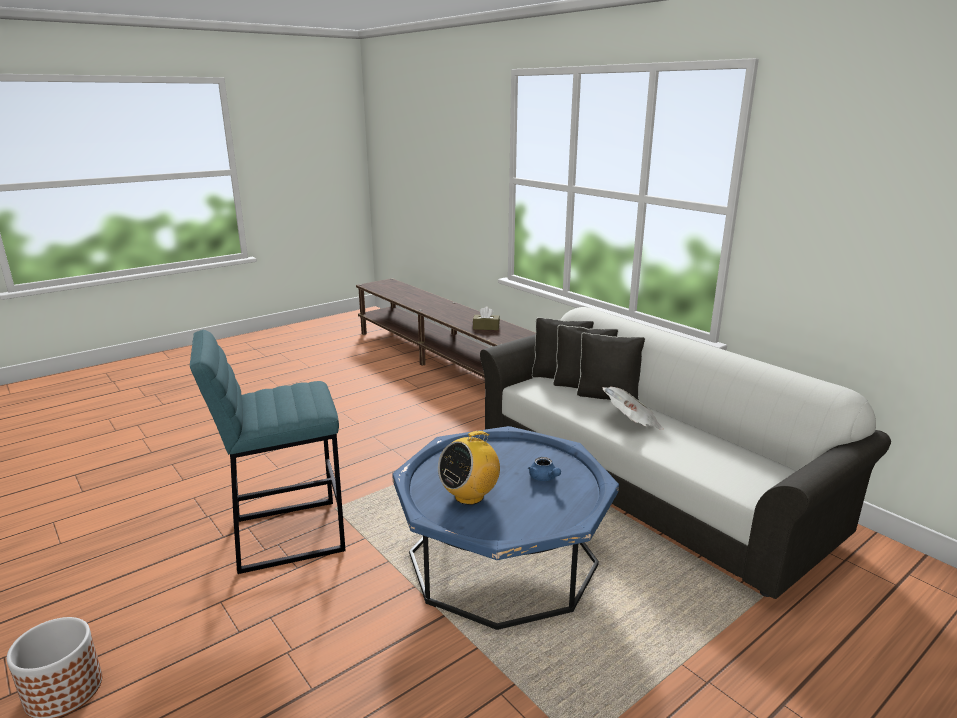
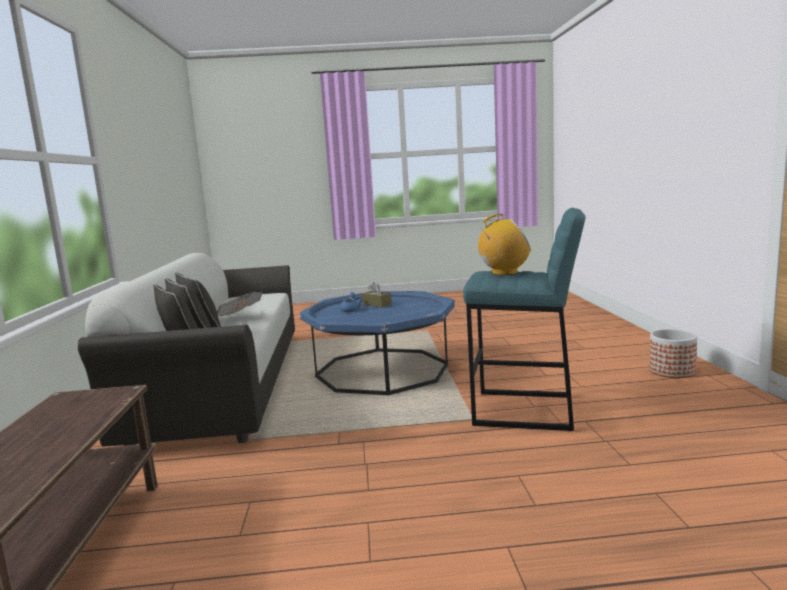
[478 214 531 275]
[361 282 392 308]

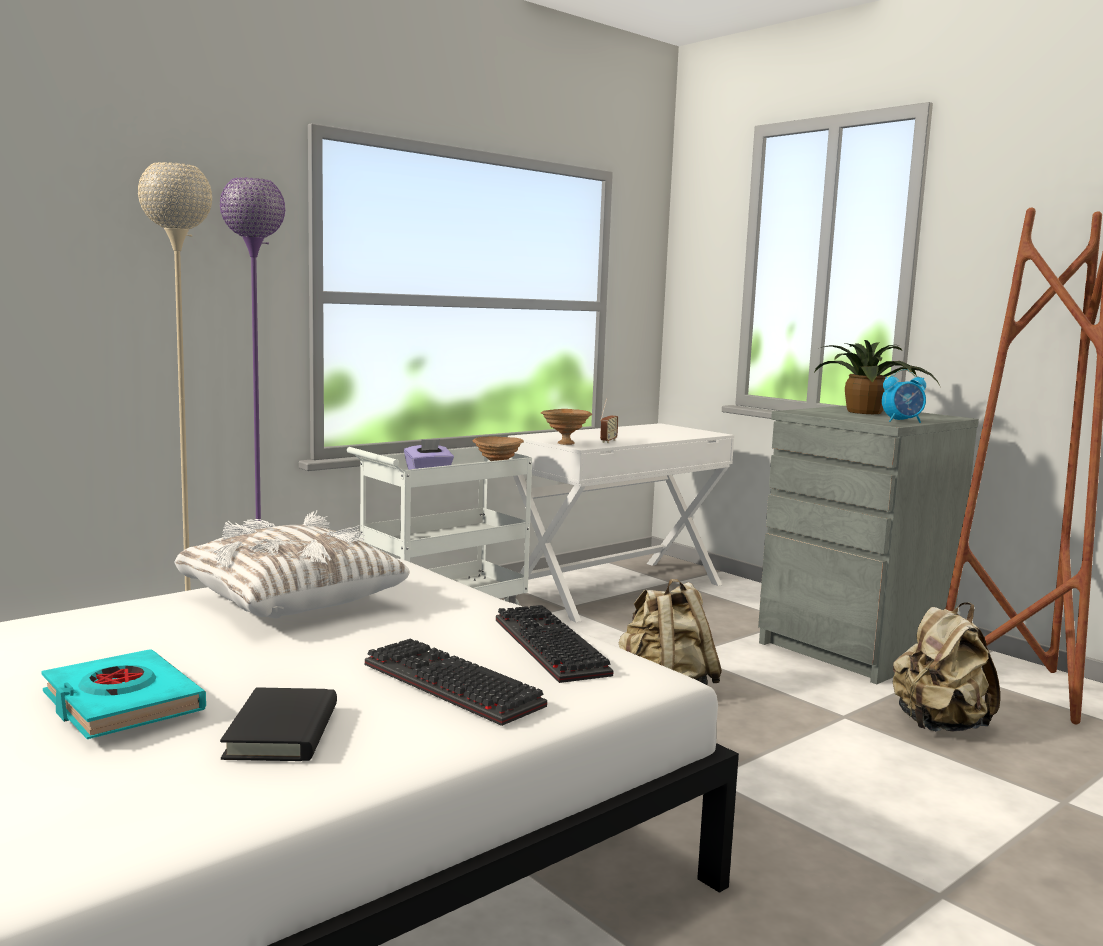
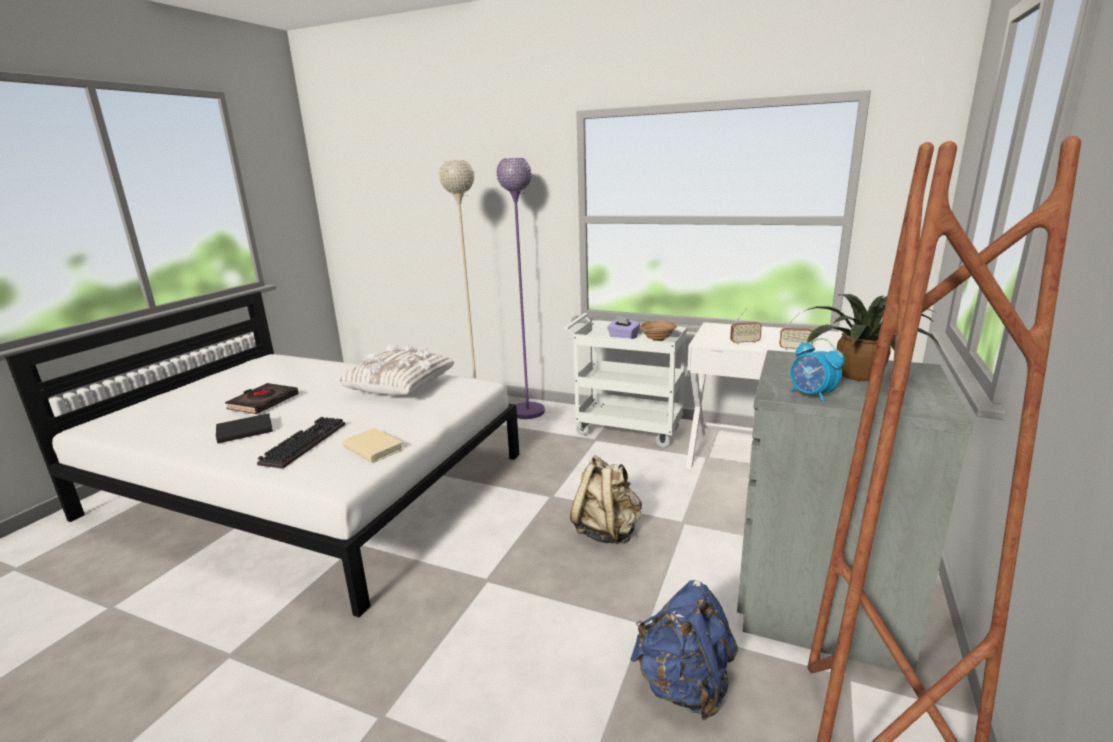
[225 383 299 414]
[343 428 404 463]
[541 409 592 445] (first image)
[630 580 738 720]
[779 313 813 350]

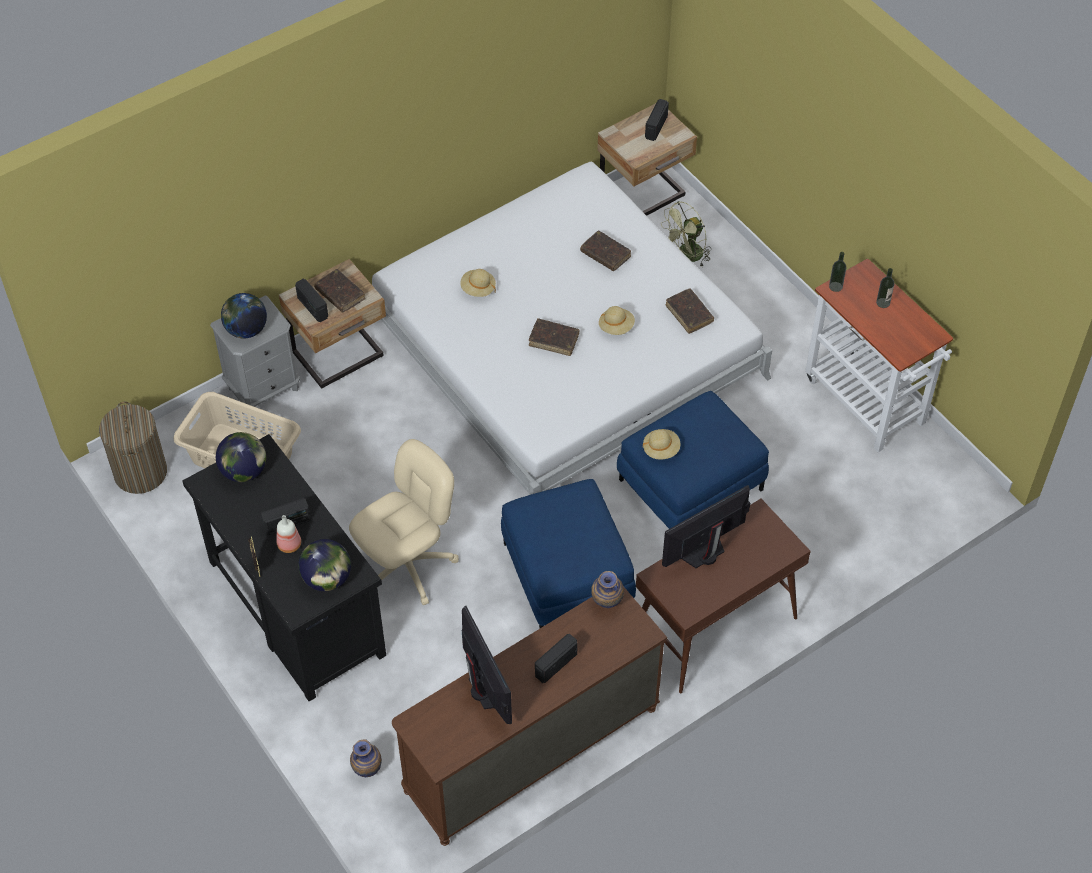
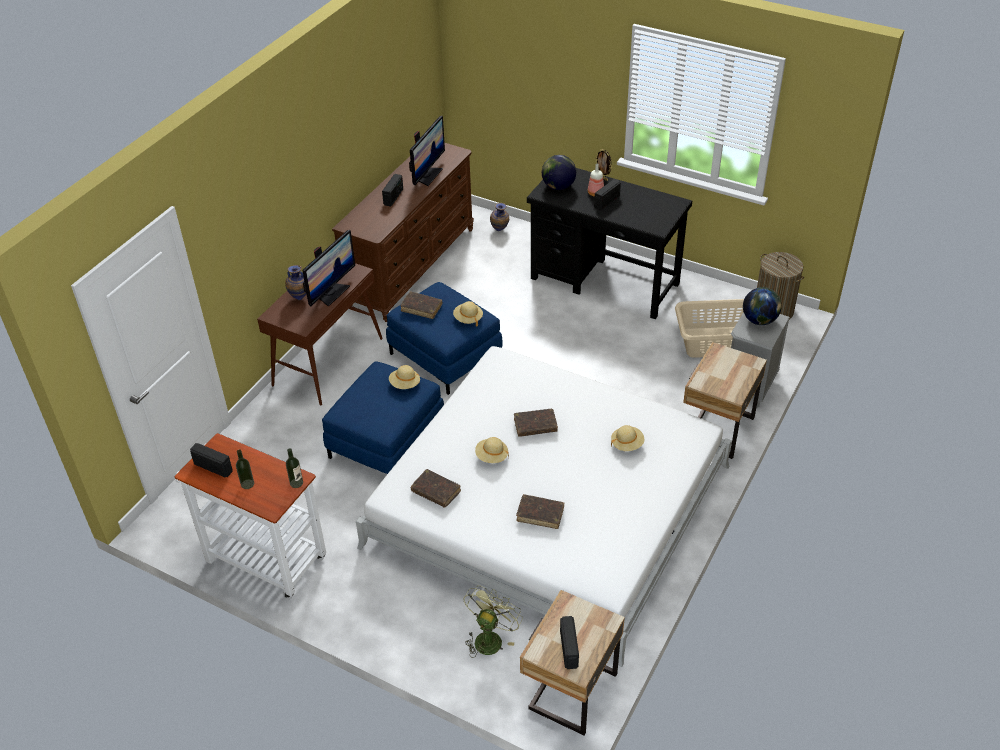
[216 432 266 482] (first image)
[190 443 233 477]
[400 291 442 319]
[349 439 459 605] (first image)
[409 116 445 186]
[285 265 307 300]
[453 301 483 327]

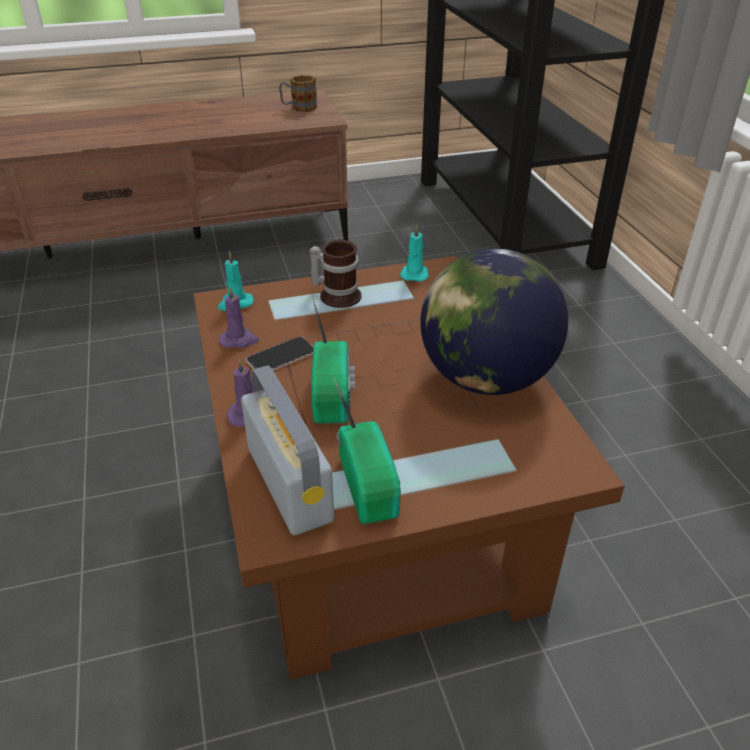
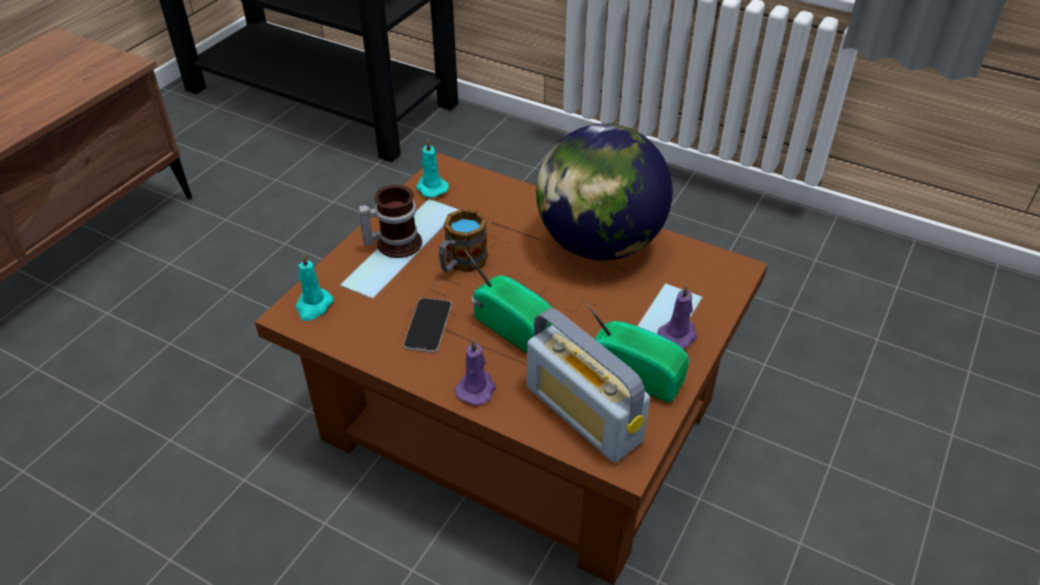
[658 284 697 349]
[527 308 650 463]
[439 209 488 272]

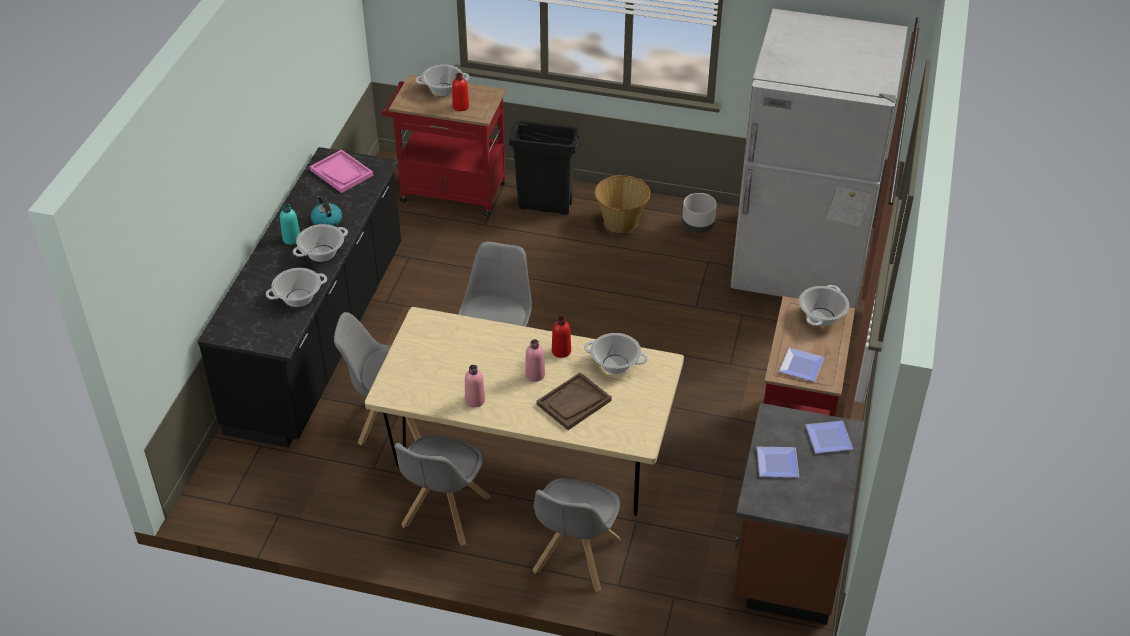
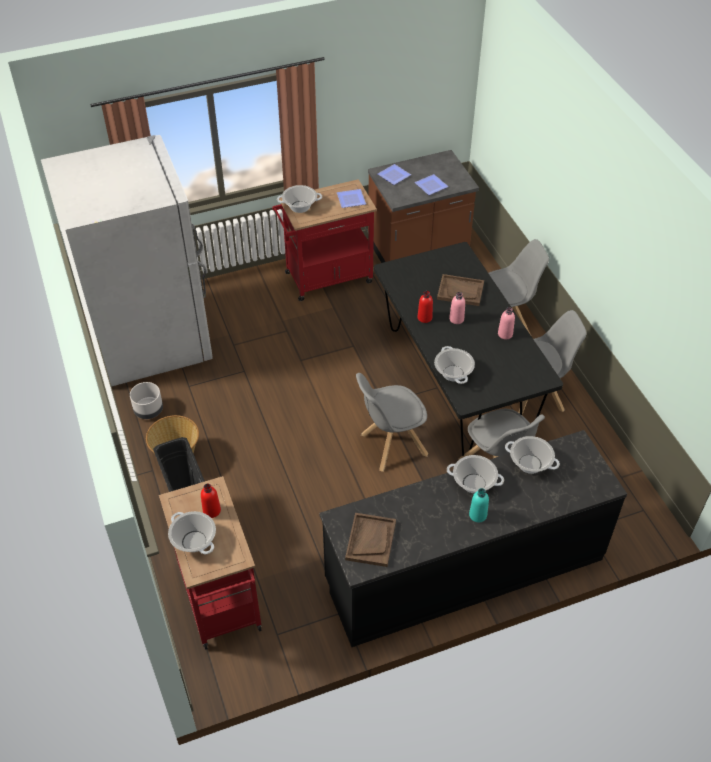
[345 513 396 567]
[311 195 342 227] (first image)
[374 242 563 456]
[434 346 475 384]

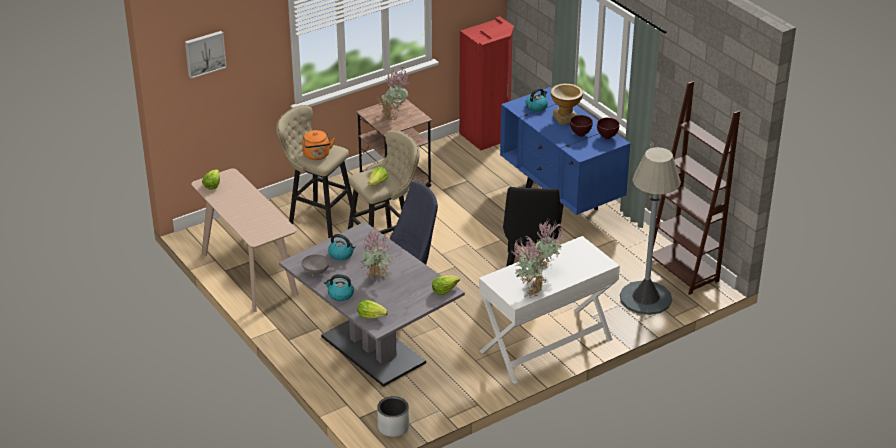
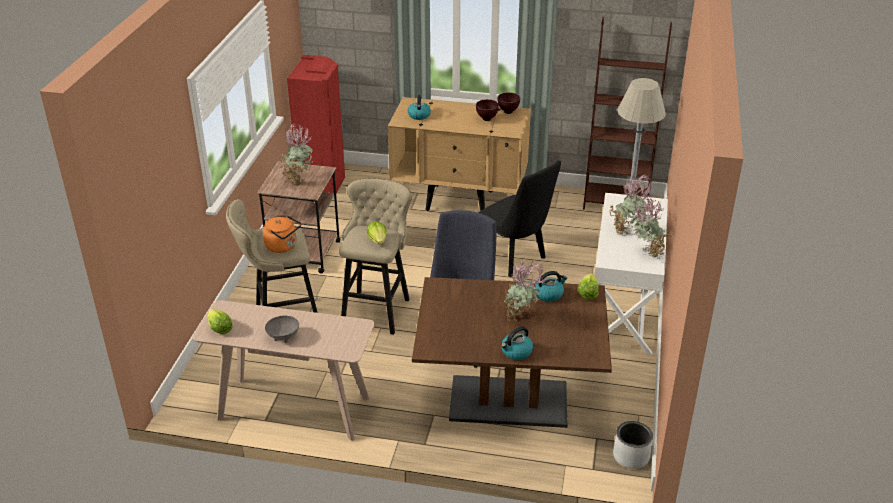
[185 31 227 78] (first image)
[412 277 612 428]
[265 315 299 343]
[535 271 567 302]
[358 300 388 319] (first image)
[388 97 531 211]
[550 83 583 125] (first image)

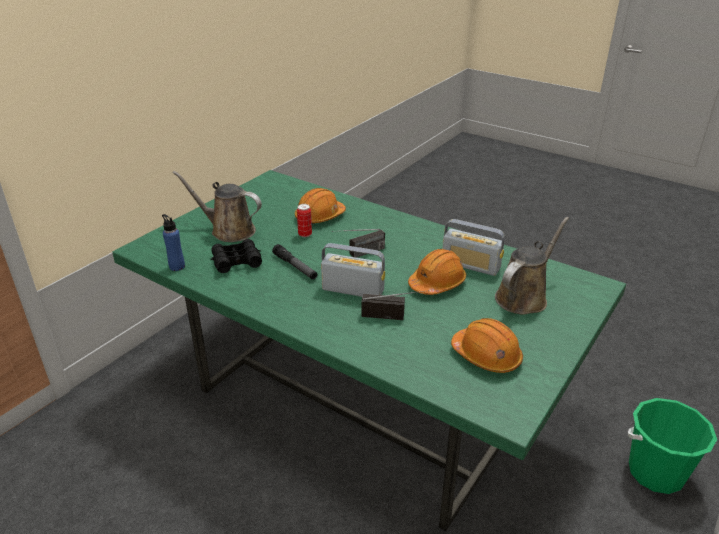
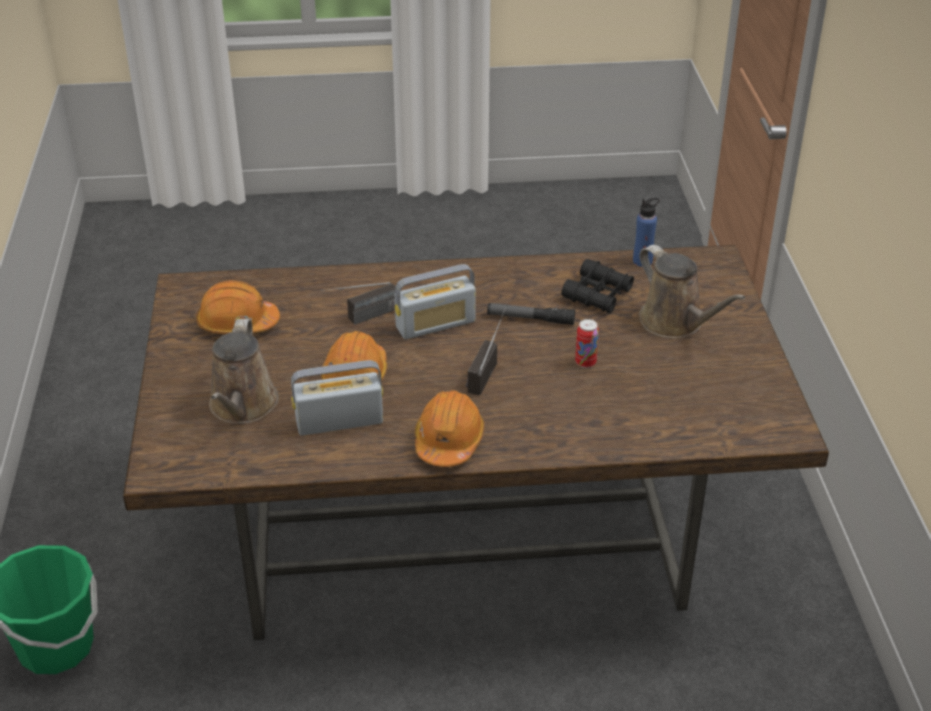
[123 245 829 640]
[639 245 745 339]
[415 390 485 467]

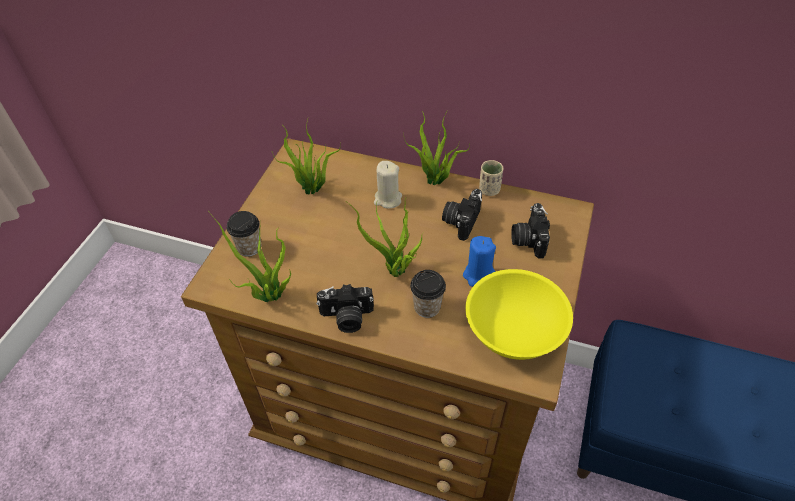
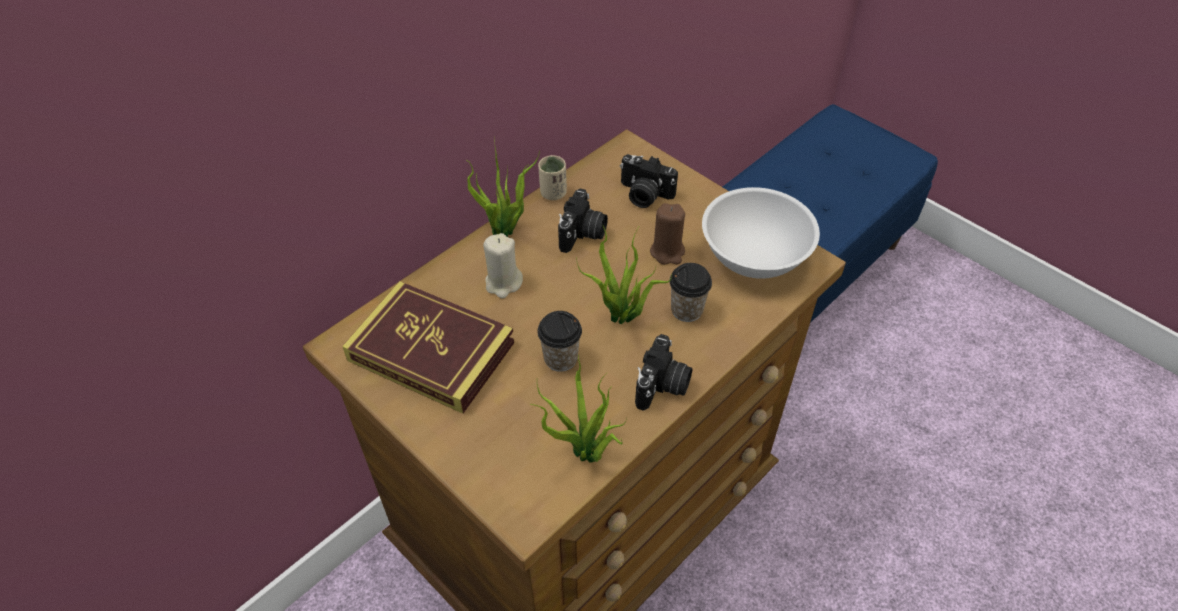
[537 311 582 372]
[342 281 514 414]
[558 189 608 253]
[650 203 685 265]
[702 187 820 279]

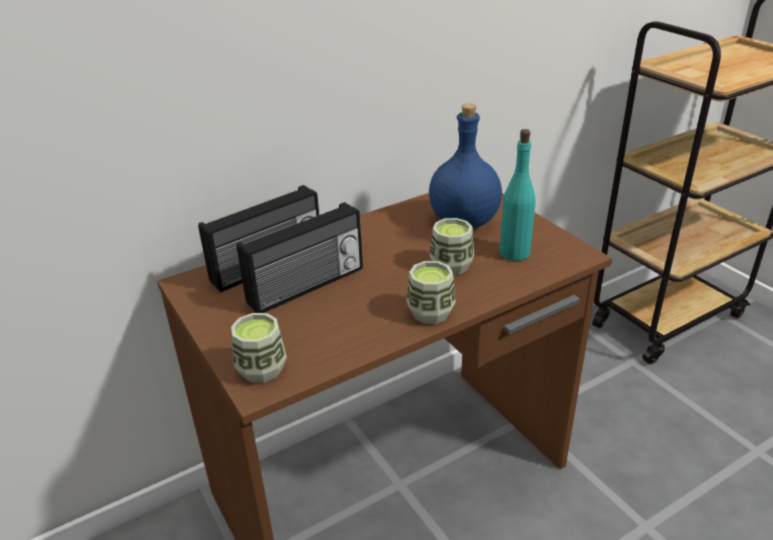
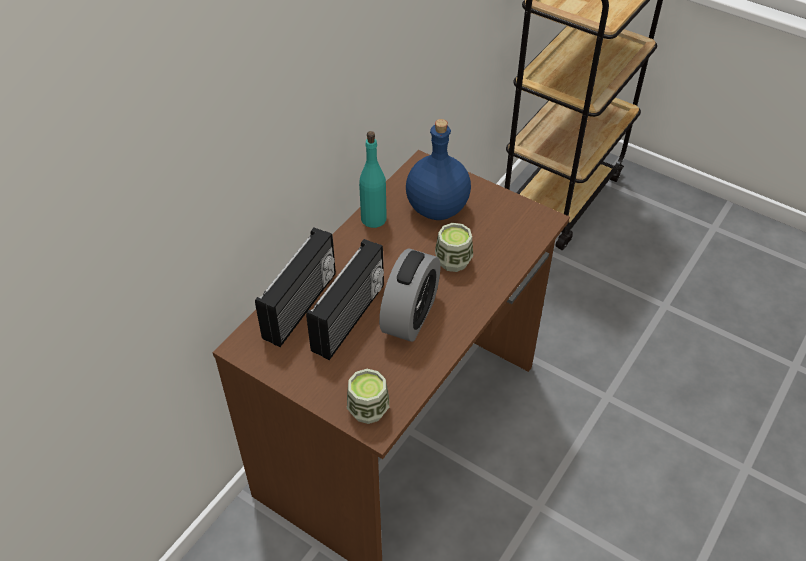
[406 261 456 324] (first image)
[359 131 387 228]
[379 248 440 342]

